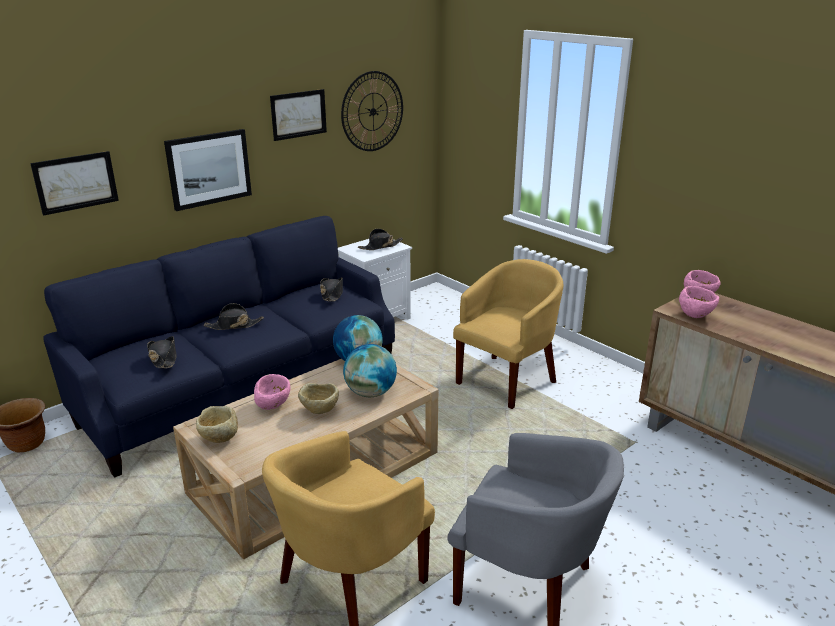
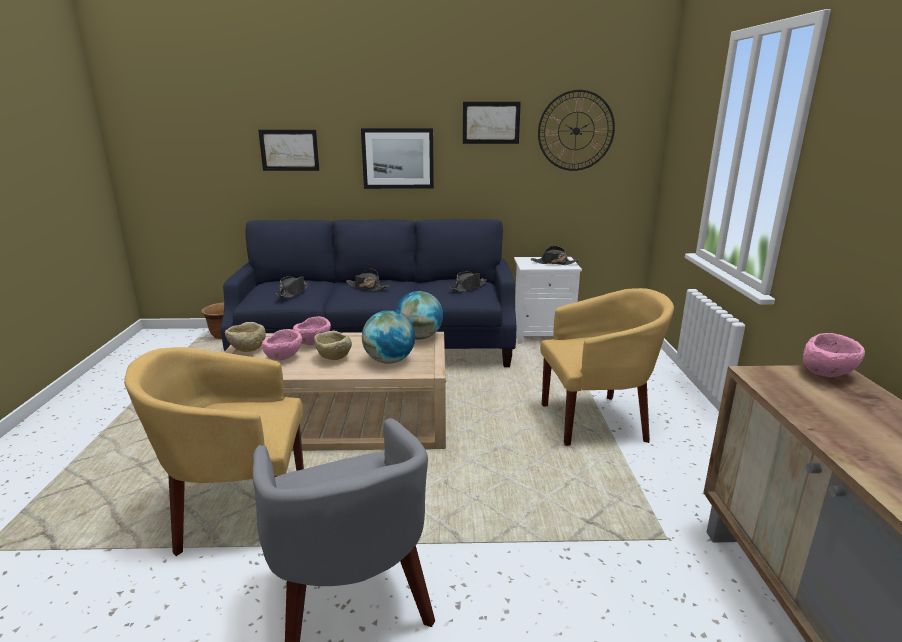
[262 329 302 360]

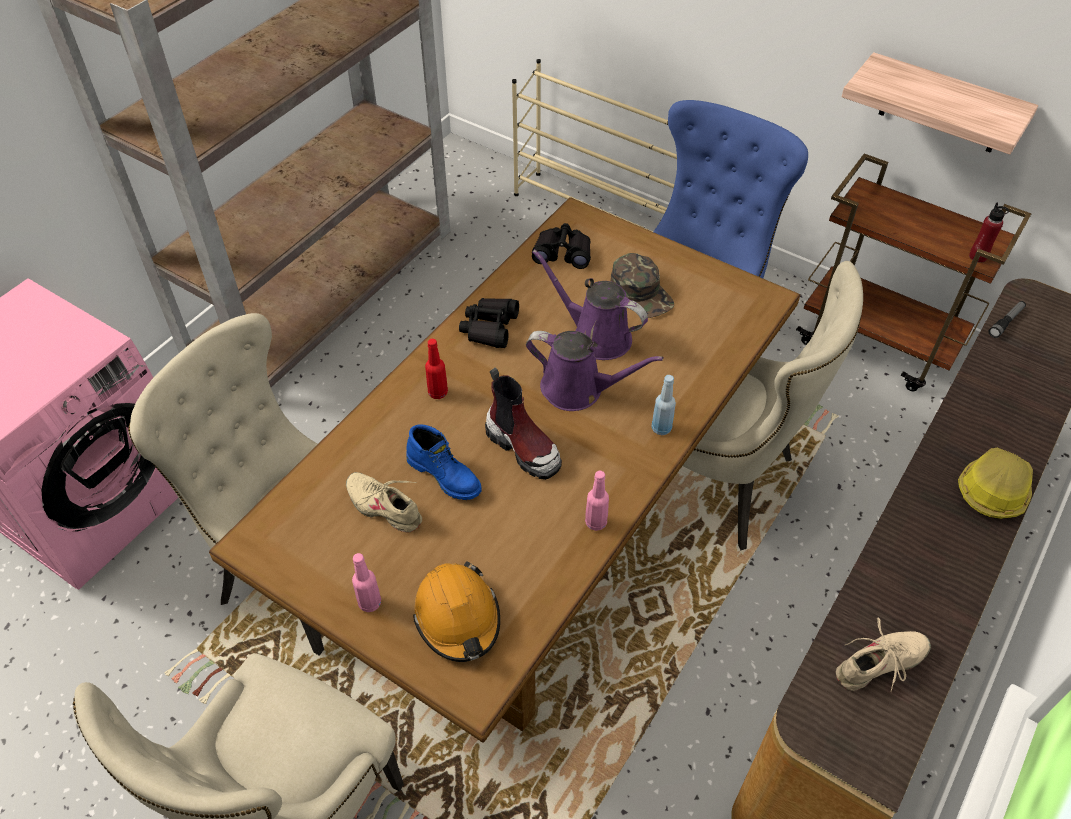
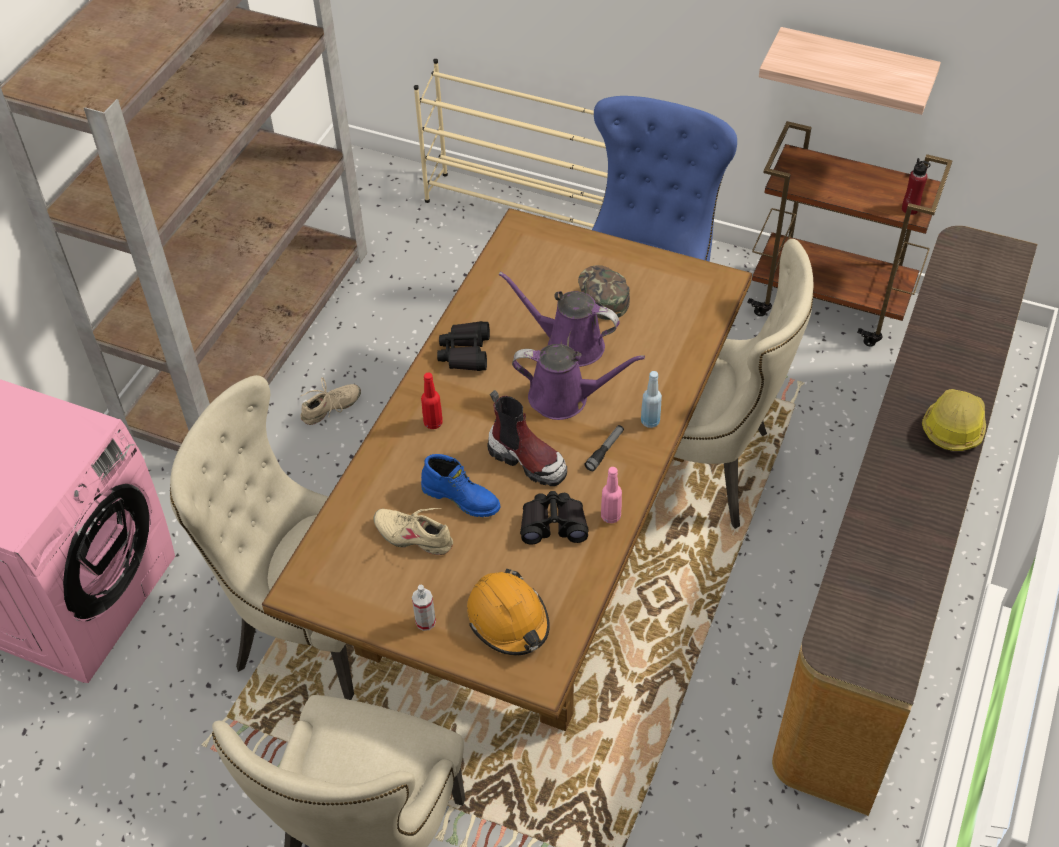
[412 584 436 631]
[520 491 589 545]
[578 265 630 320]
[300 377 361 425]
[584 425 624 471]

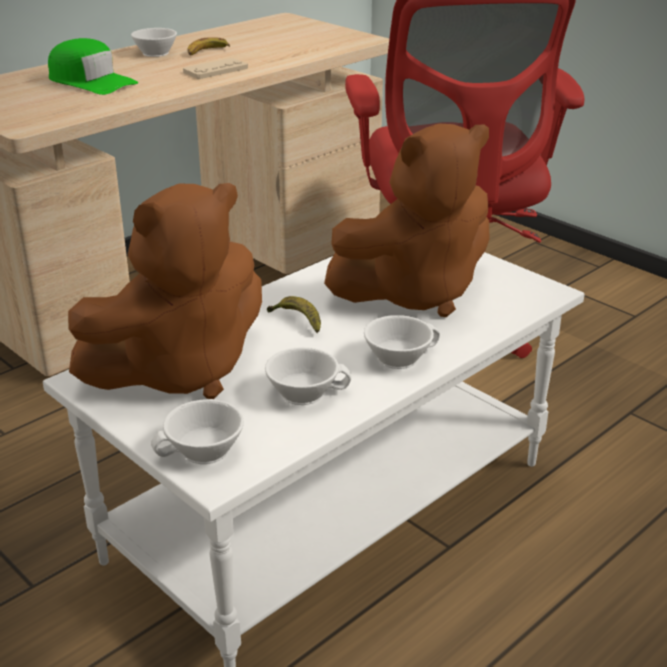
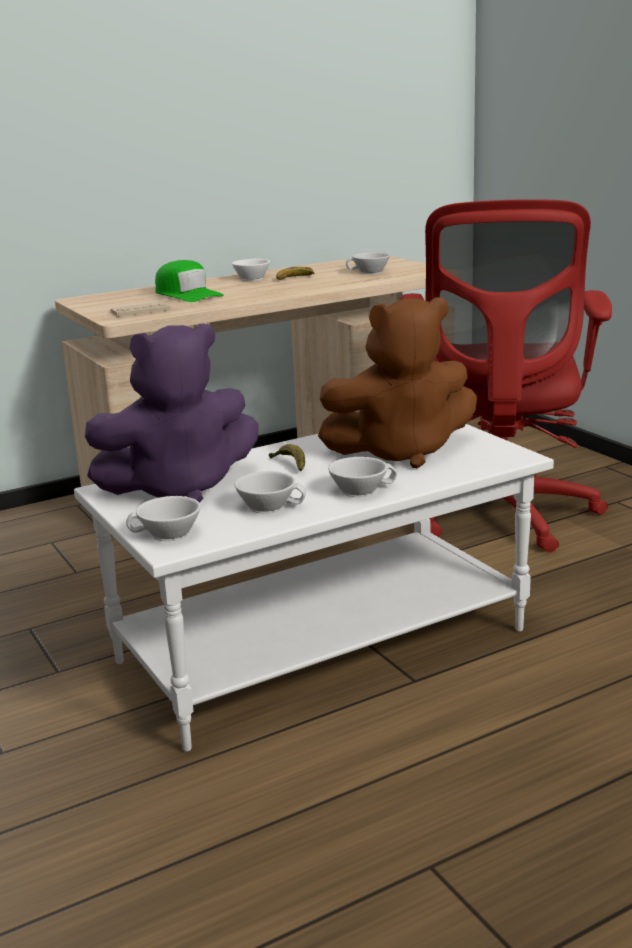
[85 324 259 503]
[111 302 171 317]
[346 252 390 274]

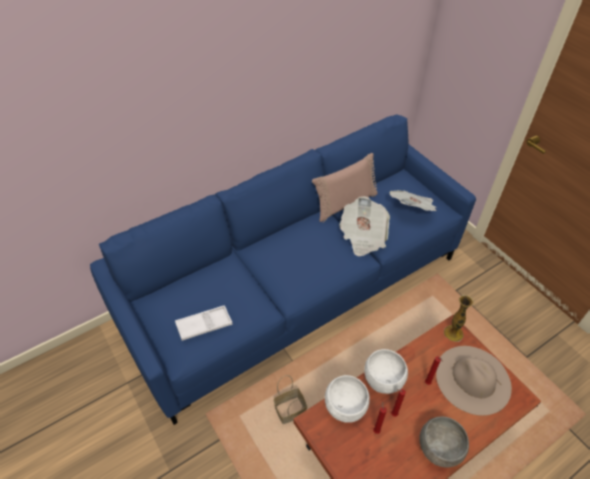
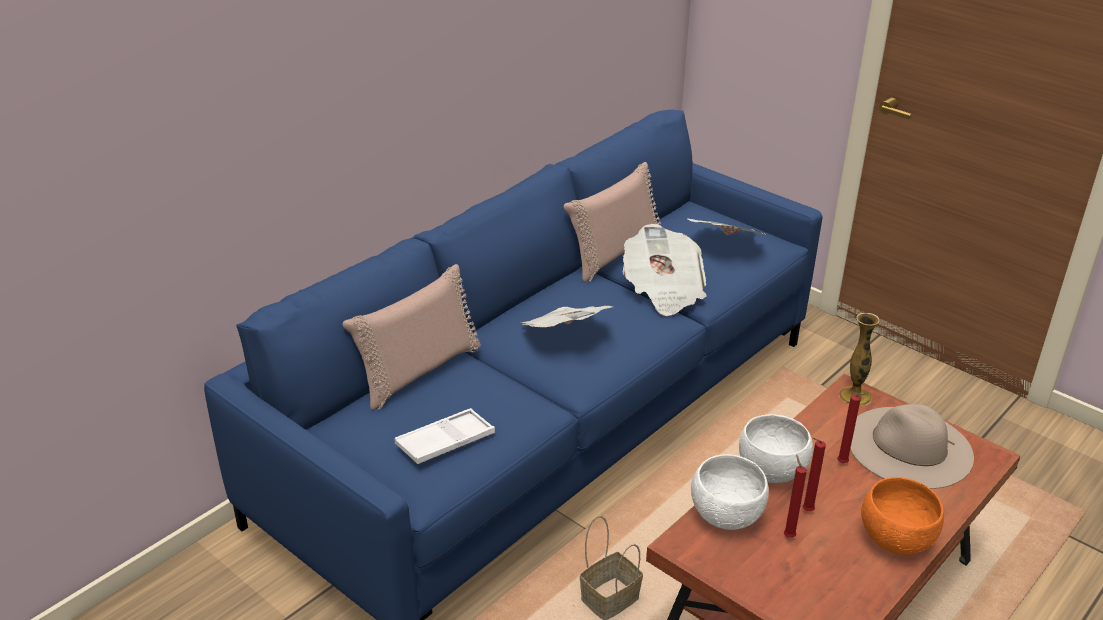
[861 477 944 555]
[342 264 481 410]
[522 306 612 327]

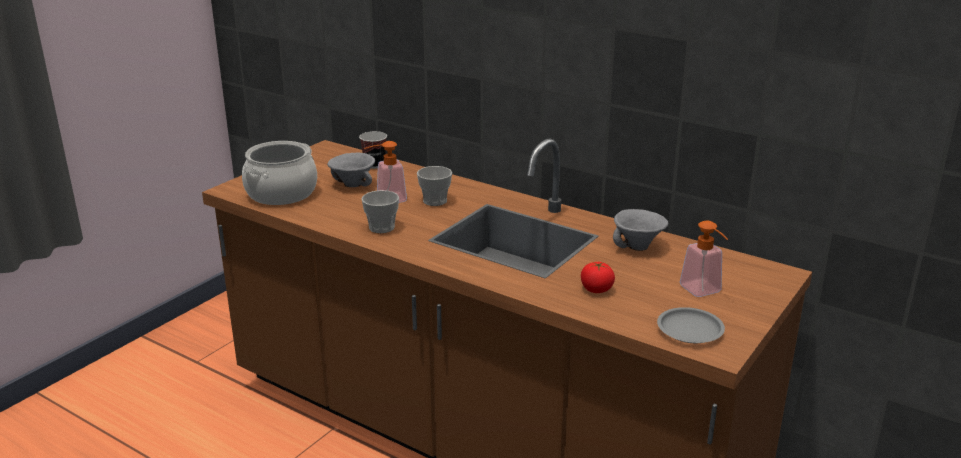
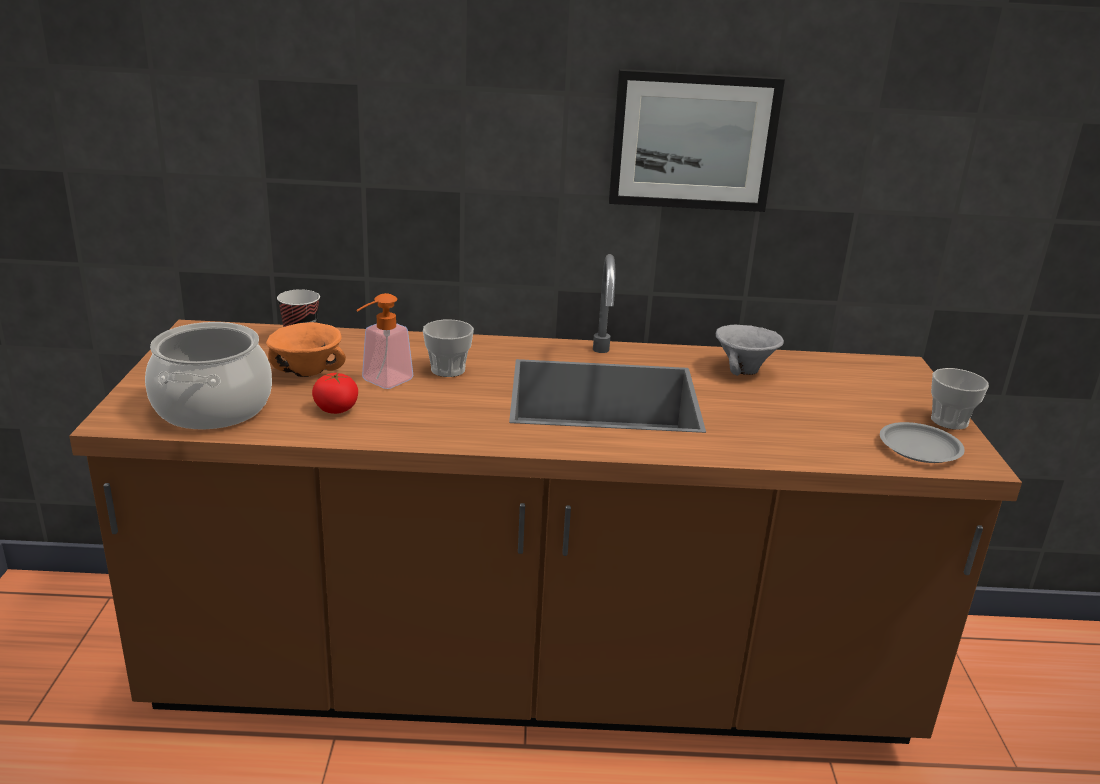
[266 322 346 377]
[931 368 989 430]
[312 373 358 414]
[680 220 728 297] (first image)
[609 69 785 212]

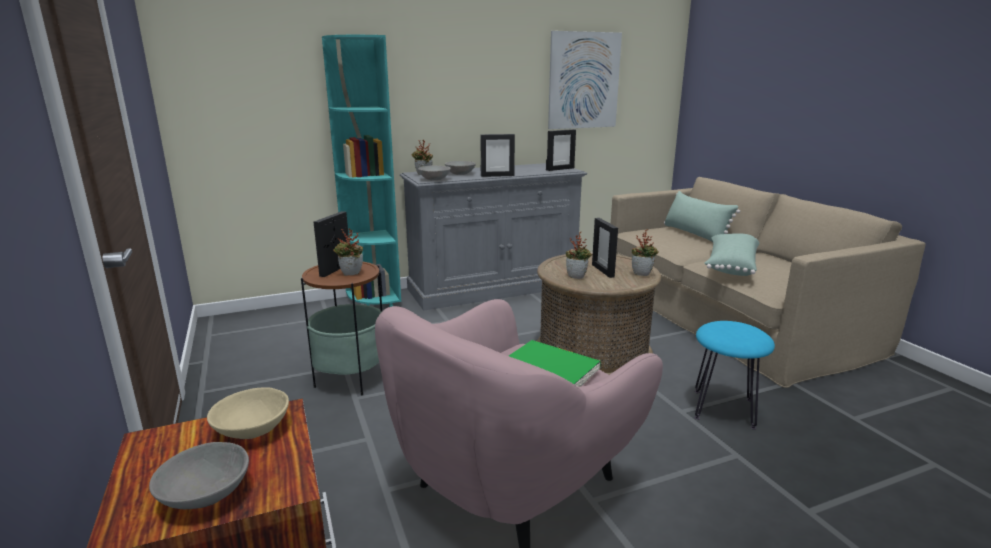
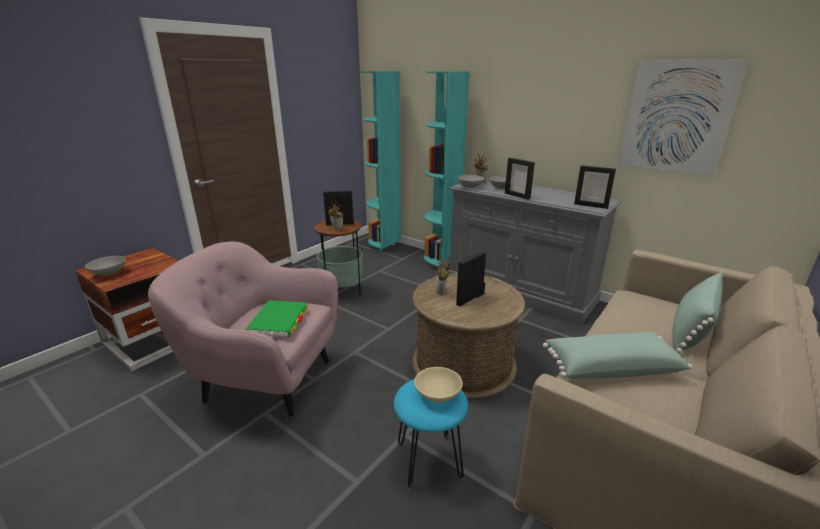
[414 367 463 403]
[632 229 659 276] (first image)
[361 71 401 251]

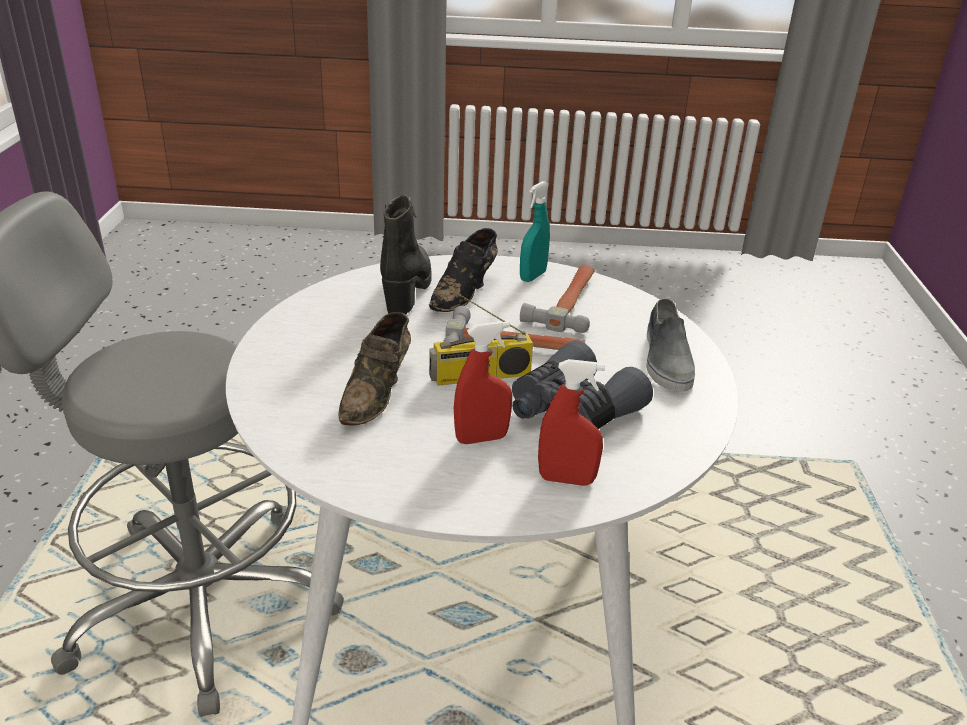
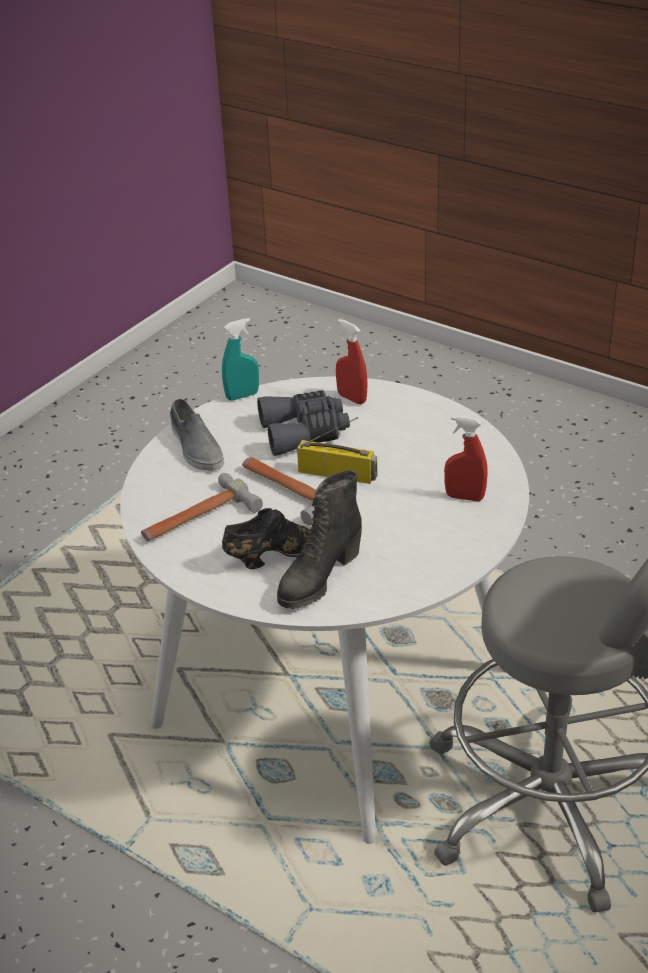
[339 312 411 425] (first image)
[444 415 487 501]
[222 318 259 401]
[170 399 224 471]

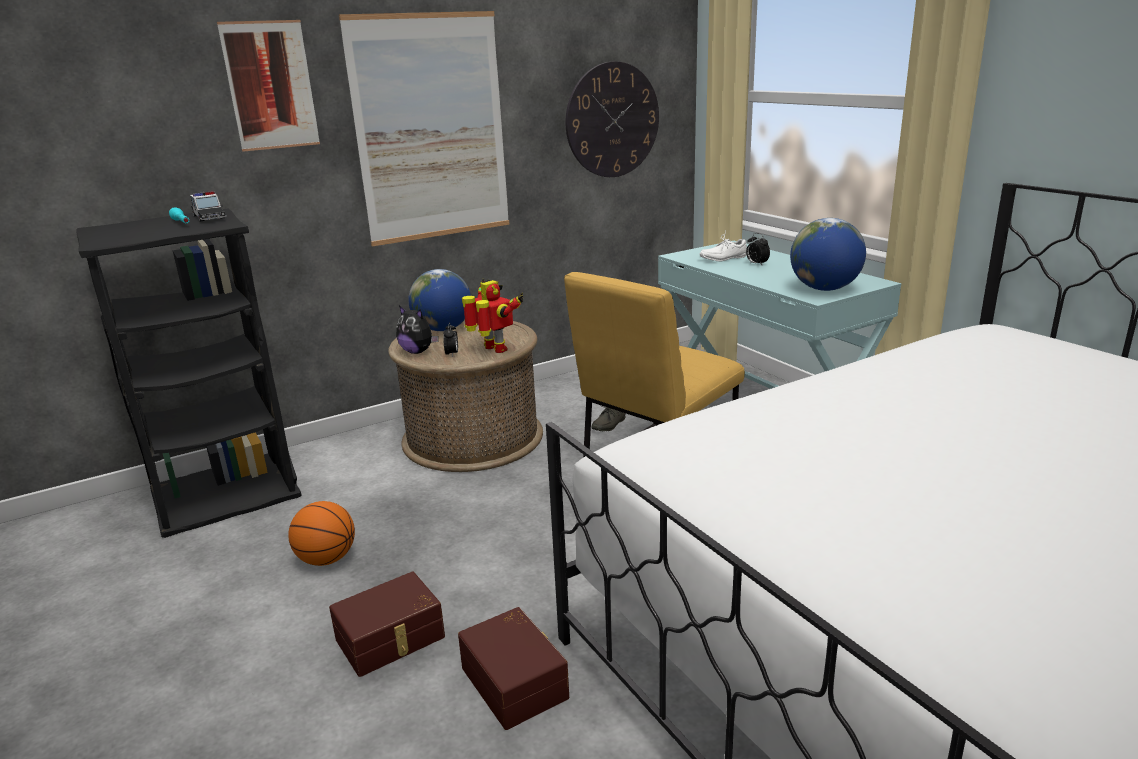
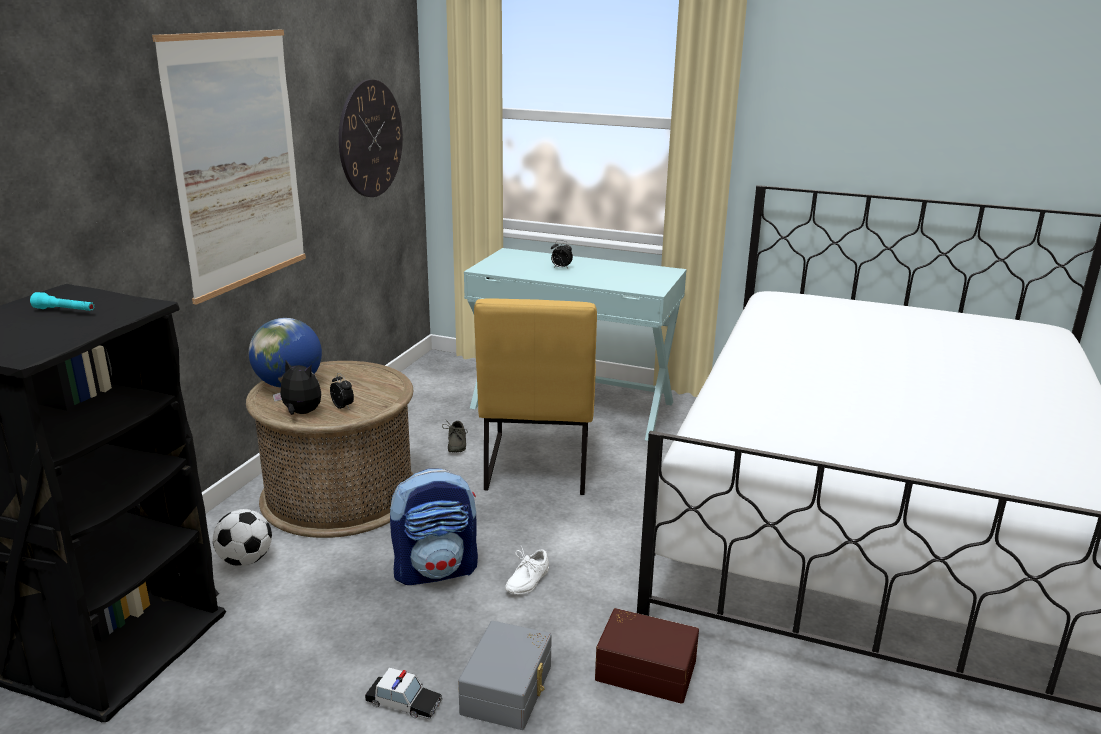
[365 668 443 720]
[217 20 320 152] (first image)
[288 501 355 566] (first image)
[458 621 552 730]
[273 360 321 415]
[462 279 523 353] (first image)
[505 546 549 595]
[790 218 866 291] (first image)
[213 509 272 566]
[390 468 478 585]

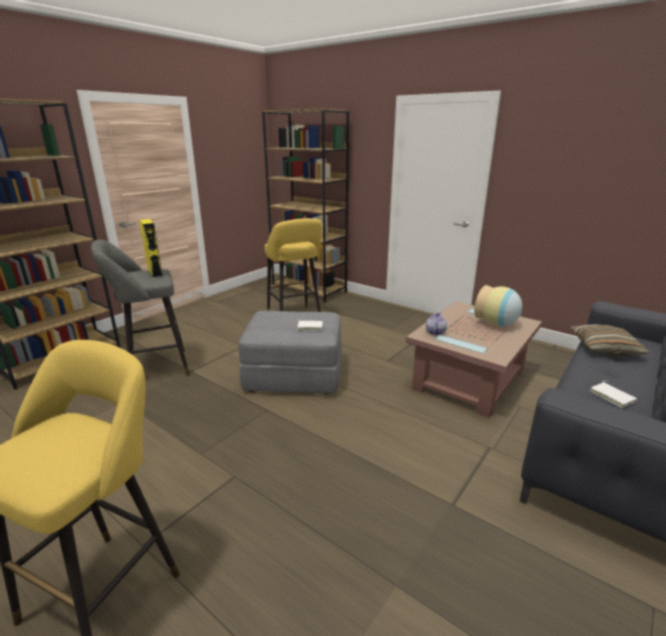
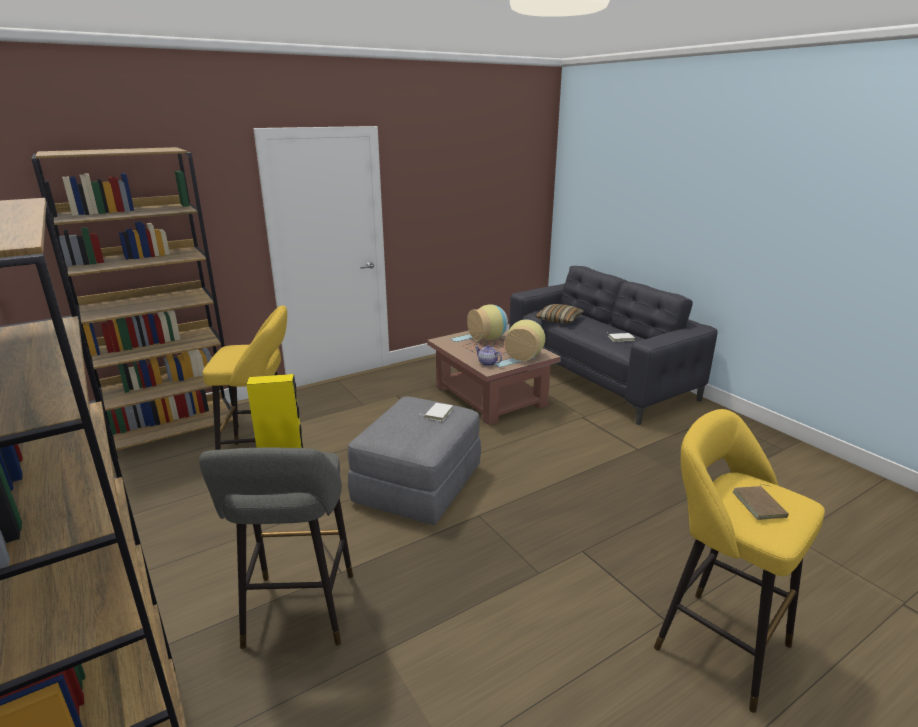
[504 319 545 361]
[733 484 789 520]

